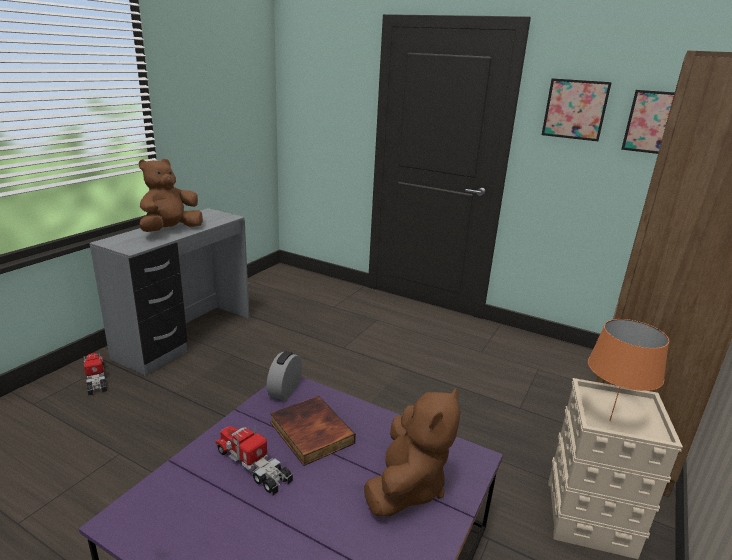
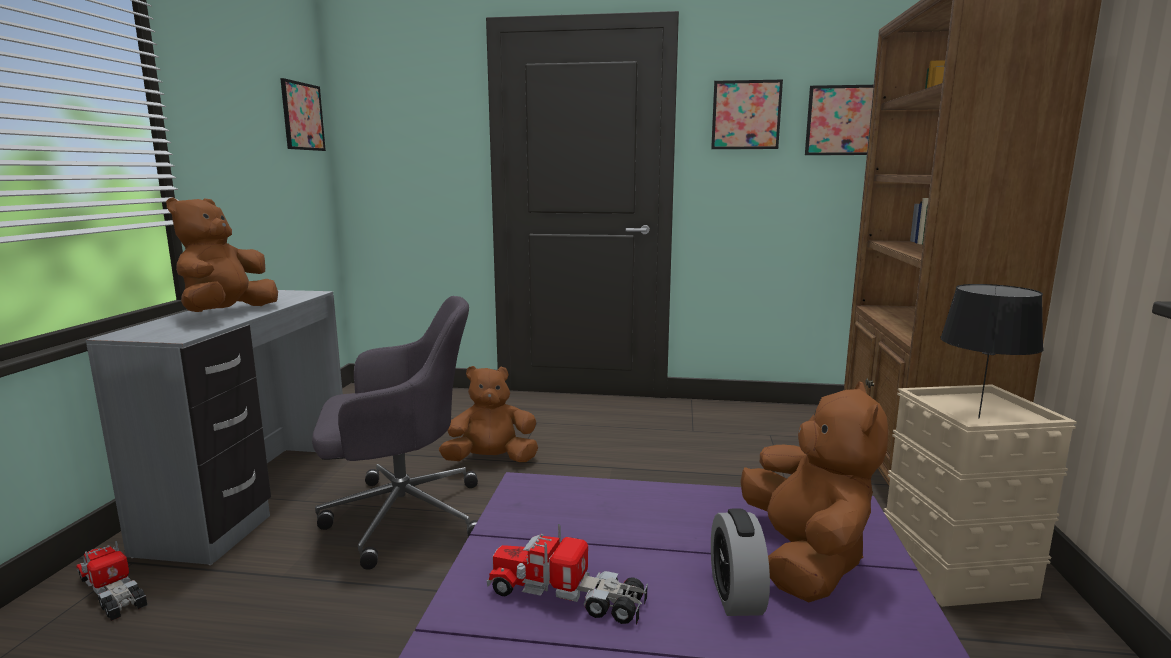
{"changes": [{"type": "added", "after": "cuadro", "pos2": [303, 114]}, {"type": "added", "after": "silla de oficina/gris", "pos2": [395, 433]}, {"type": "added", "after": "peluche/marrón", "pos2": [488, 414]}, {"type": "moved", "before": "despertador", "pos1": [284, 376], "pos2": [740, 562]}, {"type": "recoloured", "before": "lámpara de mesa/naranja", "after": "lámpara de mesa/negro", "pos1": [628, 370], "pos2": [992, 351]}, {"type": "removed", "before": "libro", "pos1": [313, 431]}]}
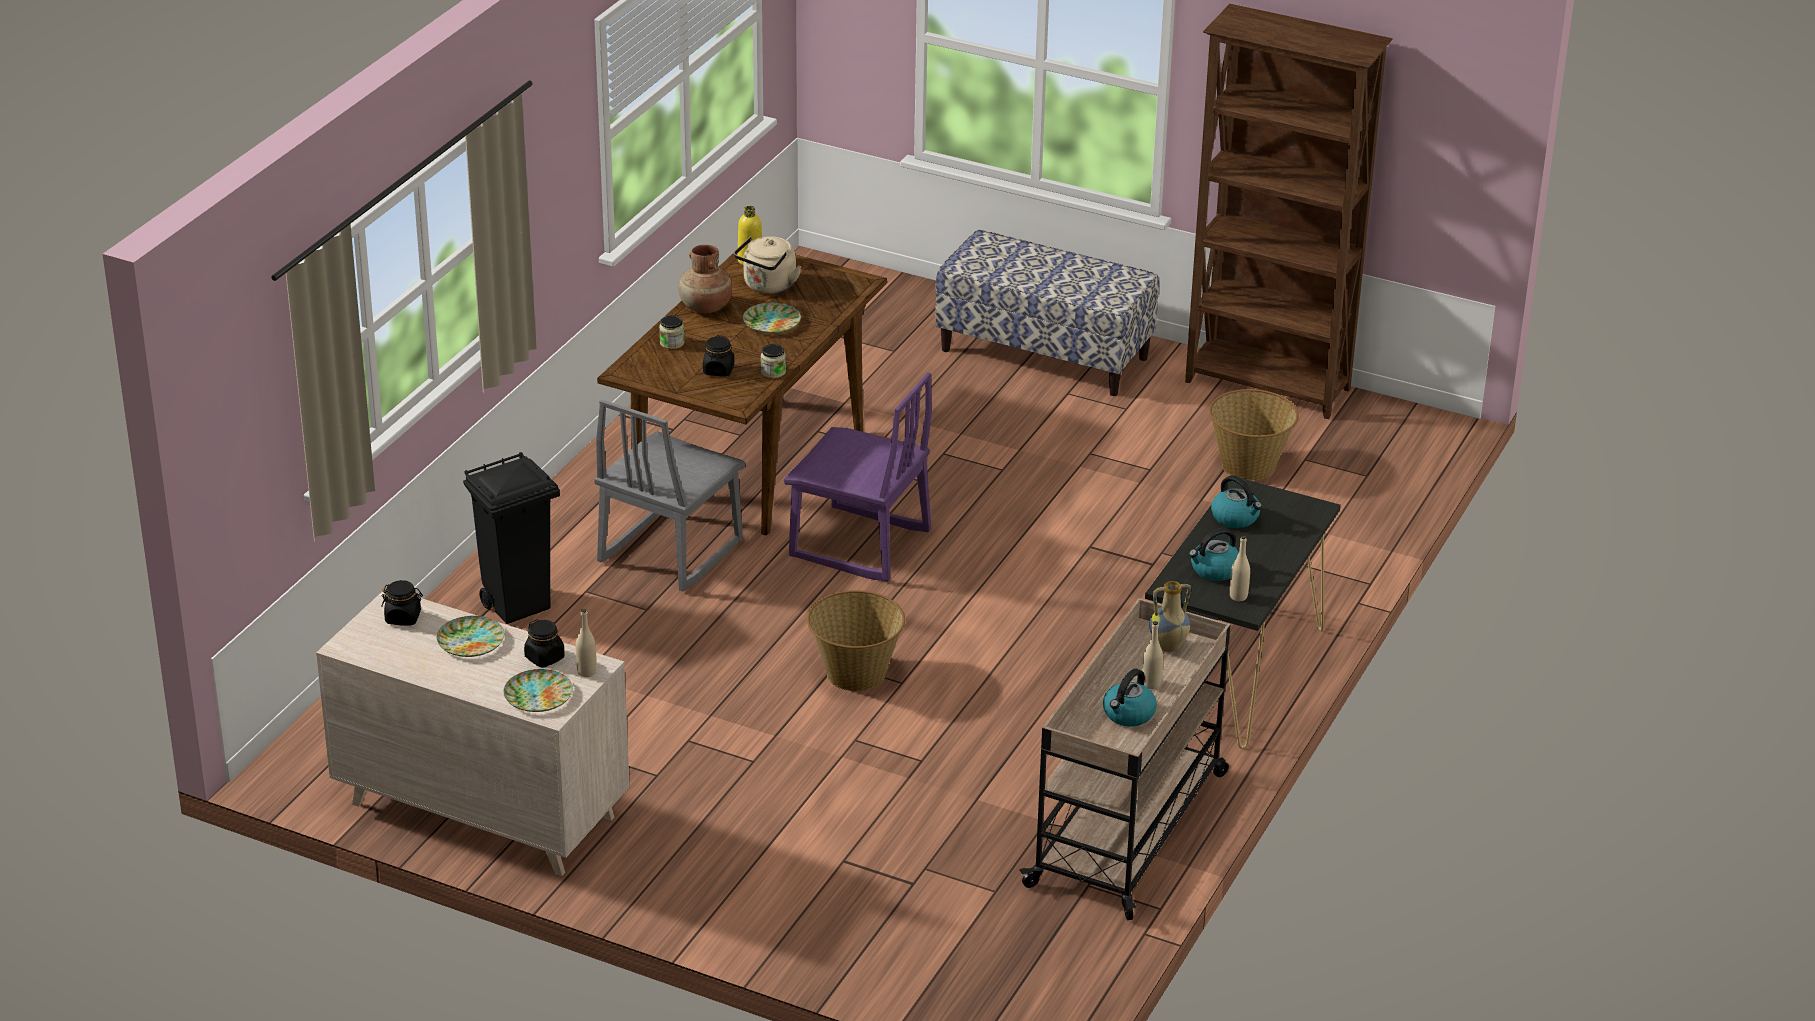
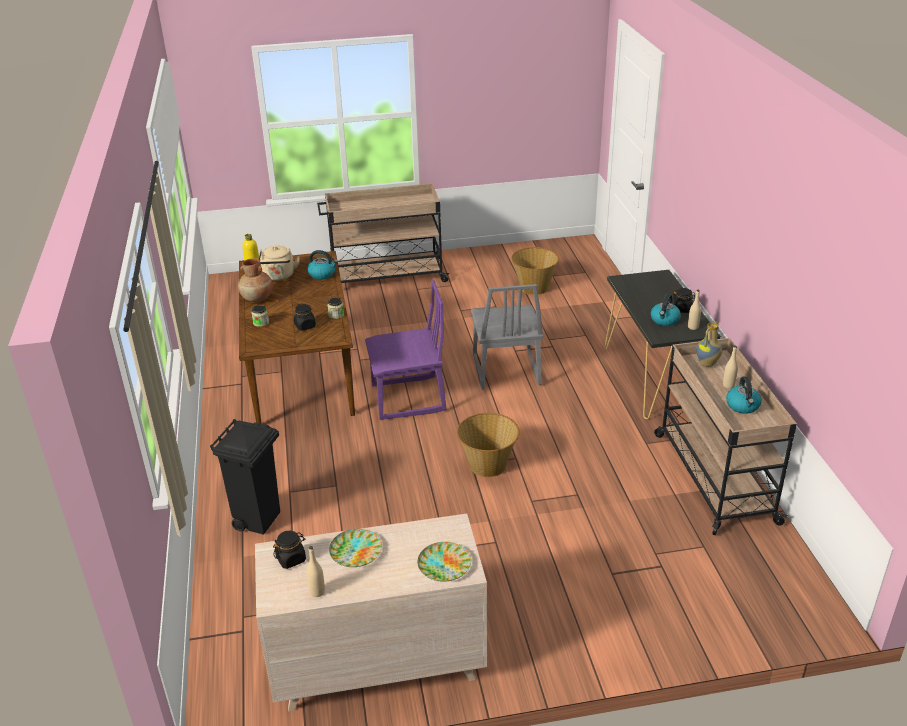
{"changes": [{"type": "moved", "before": "botella/beis", "pos1": [586, 643], "pos2": [315, 571]}, {"type": "moved", "before": "hervidor", "pos1": [1236, 501], "pos2": [322, 264]}, {"type": "replaced", "before": "banco", "after": "carrito/beis", "pos1": [1047, 313], "pos2": [383, 233]}, {"type": "moved", "before": "silla/gris", "pos1": [669, 495], "pos2": [507, 337]}, {"type": "moved", "before": "tarro/negro", "pos1": [544, 643], "pos2": [684, 300]}, {"type": "removed", "before": "plato", "pos1": [772, 317]}, {"type": "removed", "before": "estantería/marrón", "pos1": [1289, 211]}]}
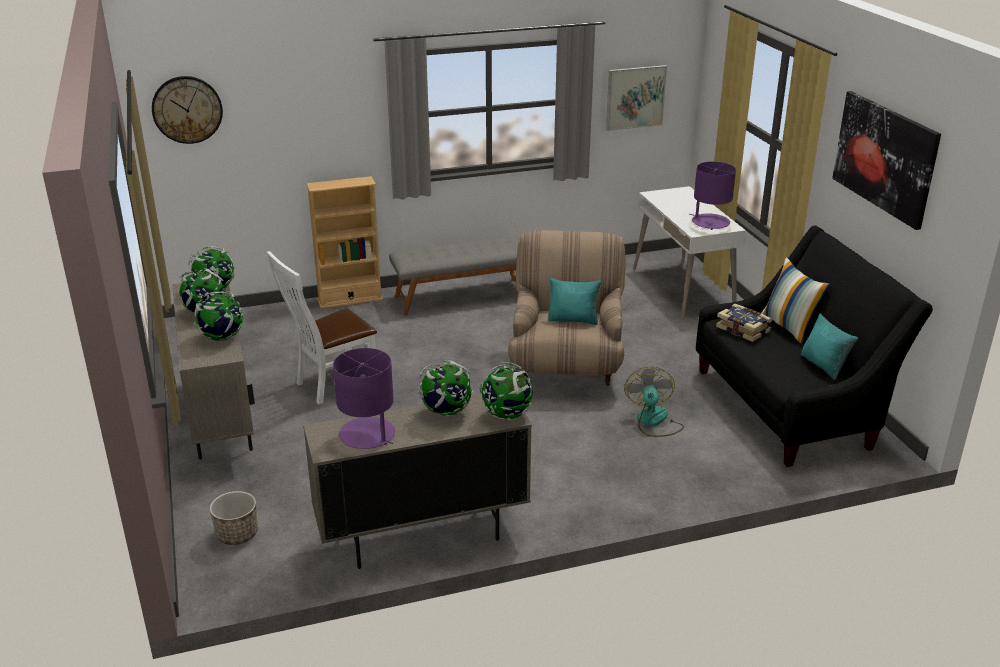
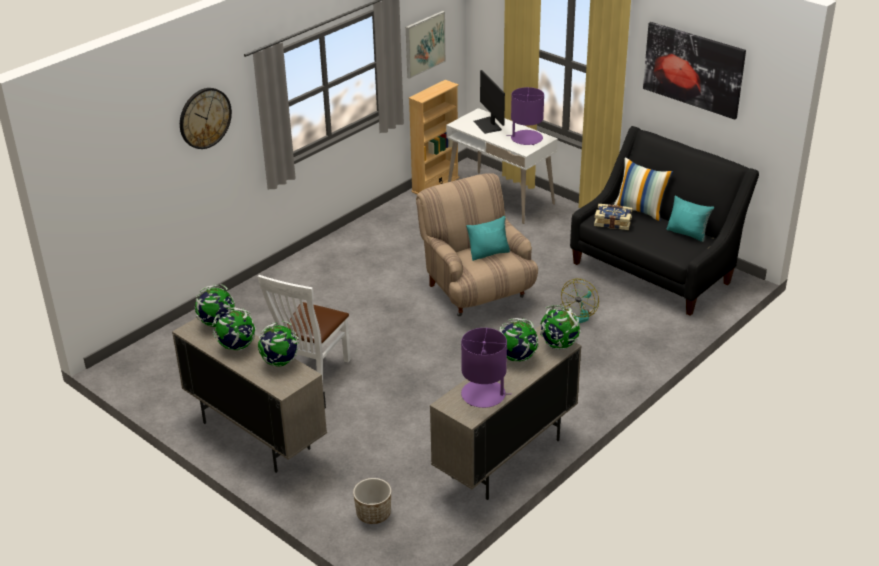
{"changes": [{"type": "moved", "before": "reloj de pared", "pos1": [187, 110], "pos2": [206, 118]}, {"type": "moved", "before": "estantería/beis", "pos1": [344, 242], "pos2": [433, 137]}, {"type": "added", "after": "monitor", "pos2": [489, 102]}, {"type": "turned", "before": "ventilador", "pos1": [654, 402], "pos2": [579, 301], "turn": -120}, {"type": "removed", "before": "banco/gris", "pos1": [454, 276]}]}
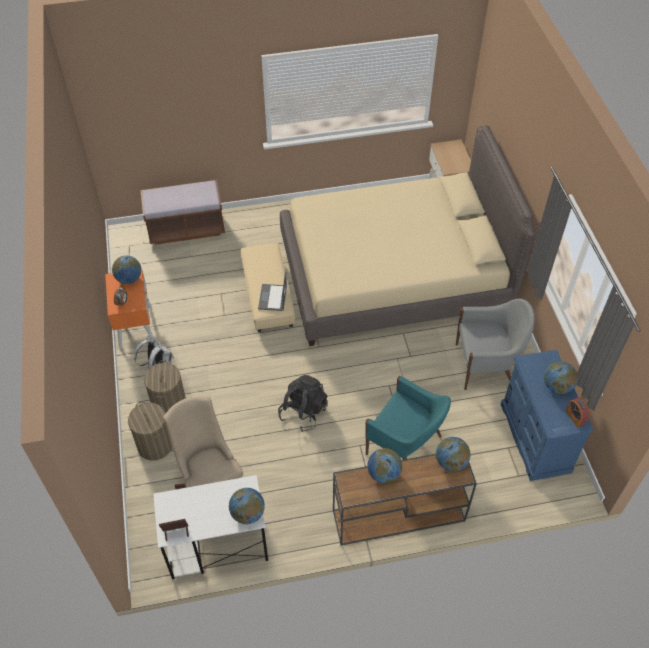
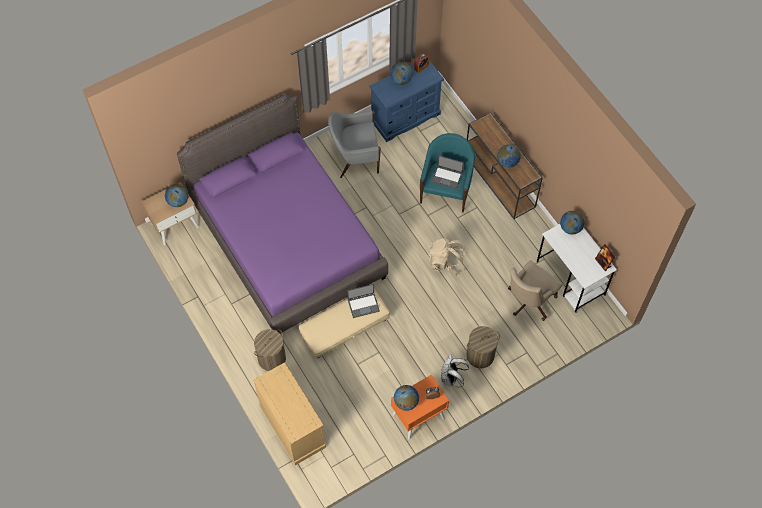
{"changes": [{"type": "moved", "before": "globo terráqueo", "pos1": [453, 454], "pos2": [176, 195]}, {"type": "recoloured", "before": "cama/beis", "after": "cama/morado", "pos1": [408, 235], "pos2": [282, 214]}, {"type": "replaced", "before": "banco/marrón", "after": "cómoda/beis", "pos1": [183, 212], "pos2": [289, 413]}, {"type": "moved", "before": "cesto de la ropa", "pos1": [150, 431], "pos2": [270, 350]}, {"type": "turned", "before": "sillón/gris", "pos1": [495, 344], "pos2": [354, 144], "turn": -75}, {"type": "recoloured", "before": "mochila/negro", "after": "mochila/beis", "pos1": [303, 403], "pos2": [447, 256]}, {"type": "added", "after": "portátil", "pos2": [447, 172]}]}
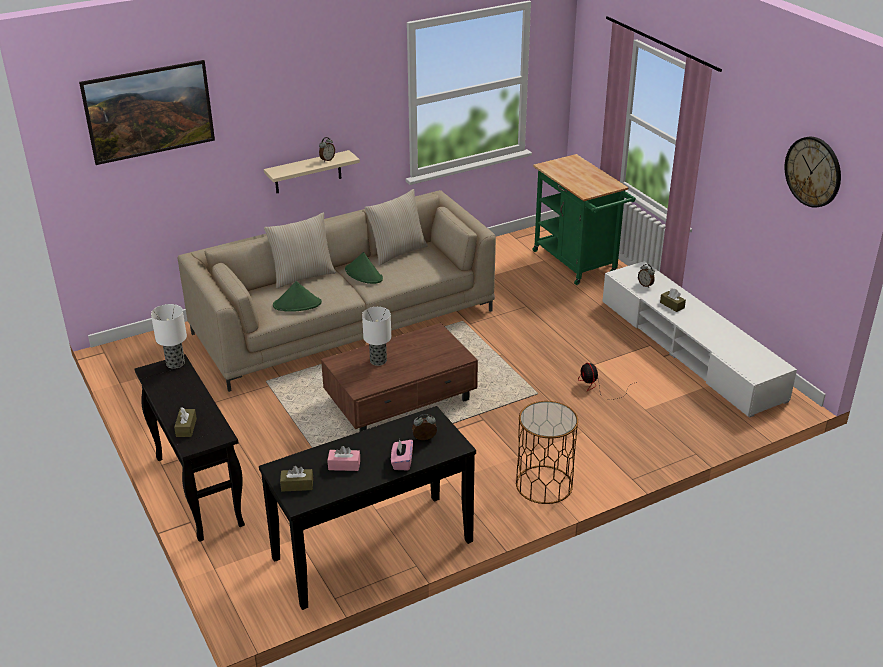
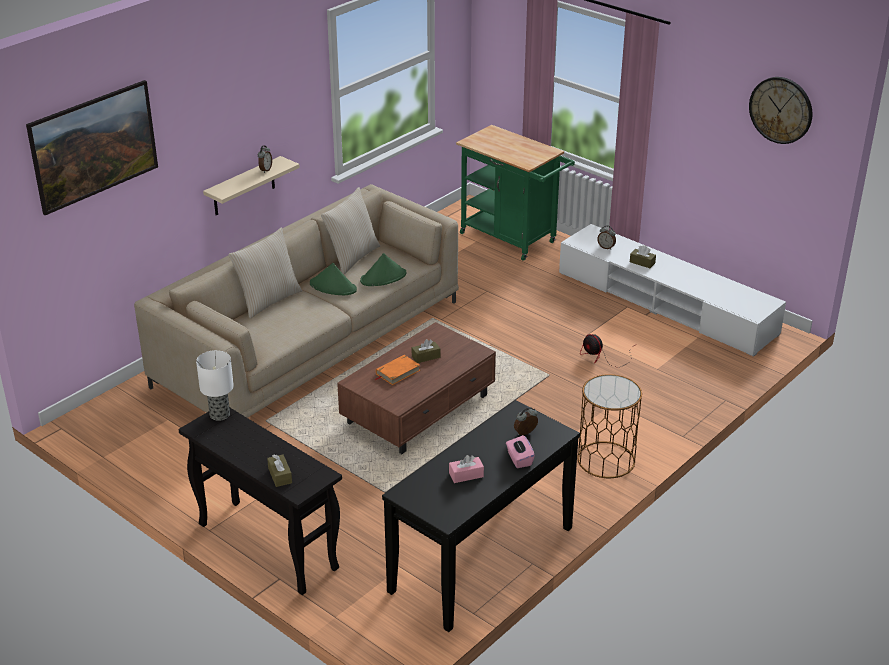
{"changes": [{"type": "moved", "before": "sombrero/verde", "pos1": [297, 296], "pos2": [383, 269]}, {"type": "replaced", "before": "lámpara de mesa", "after": "libro/naranja", "pos1": [376, 336], "pos2": [397, 370]}, {"type": "moved", "before": "caja de pañuelos/marrón", "pos1": [296, 479], "pos2": [426, 351]}]}
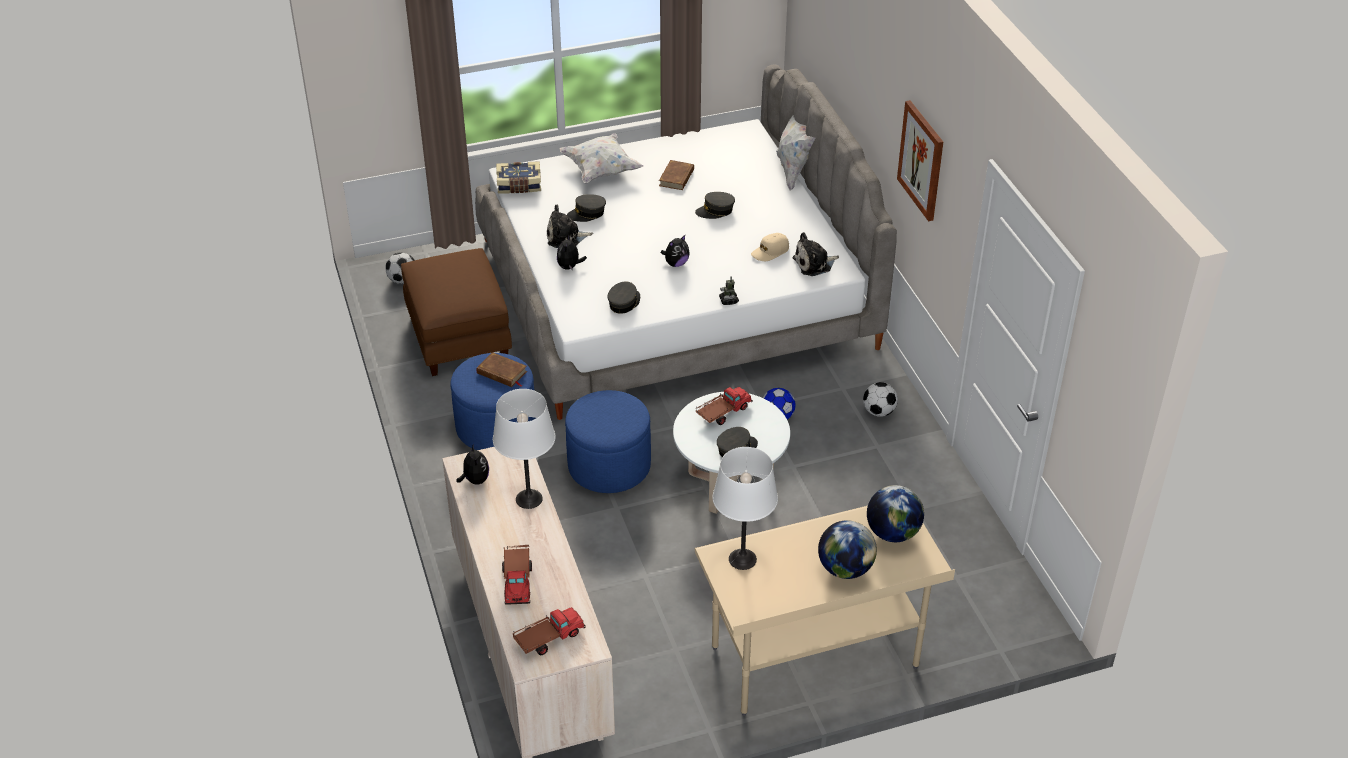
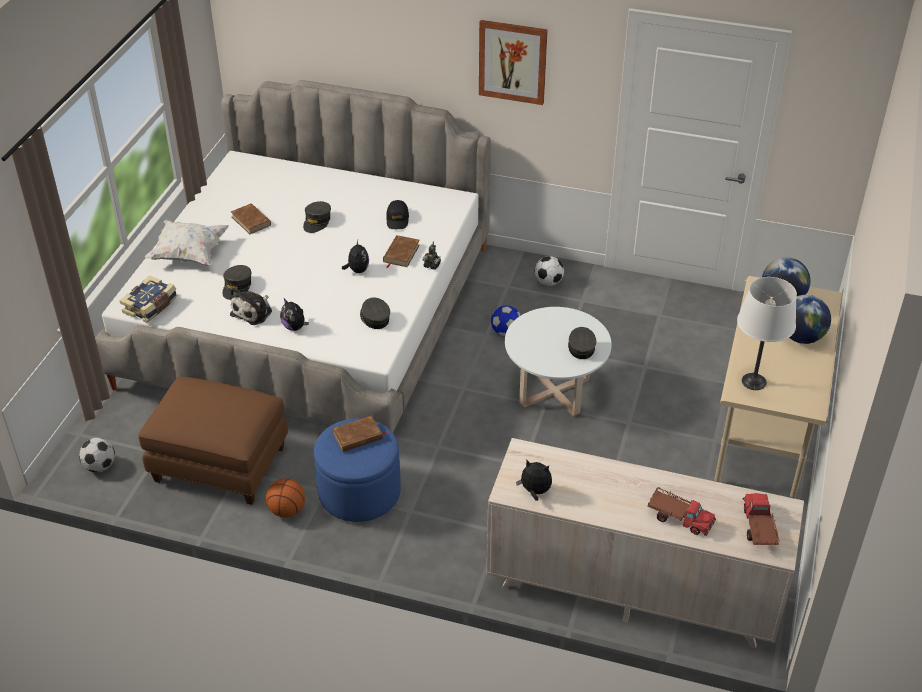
{"changes": [{"type": "added", "after": "balón de baloncesto", "pos2": [285, 498]}, {"type": "added", "after": "libro/marrón", "pos2": [401, 251]}, {"type": "recoloured", "before": "gorra/beis", "after": "gorra/negro", "pos1": [770, 247], "pos2": [397, 214]}, {"type": "removed", "before": "lámpara de mesa/blanco", "pos1": [524, 449]}, {"type": "removed", "before": "puf/azul", "pos1": [608, 441]}, {"type": "removed", "before": "camión de juguete", "pos1": [724, 406]}, {"type": "removed", "before": "cojín/blanco", "pos1": [795, 152]}, {"type": "removed", "before": "peluche", "pos1": [816, 254]}]}
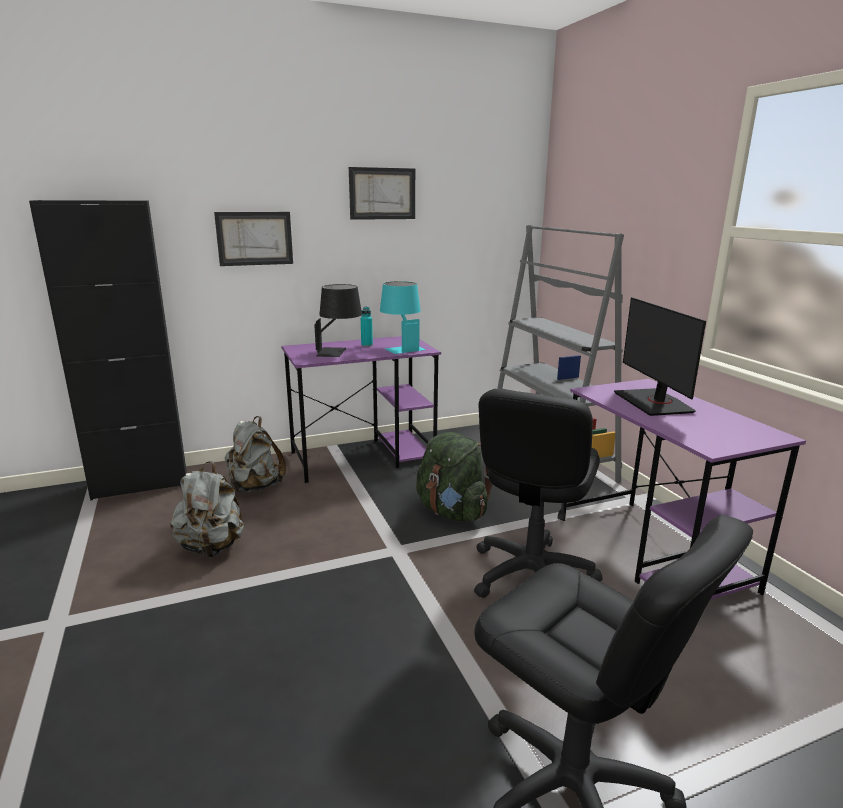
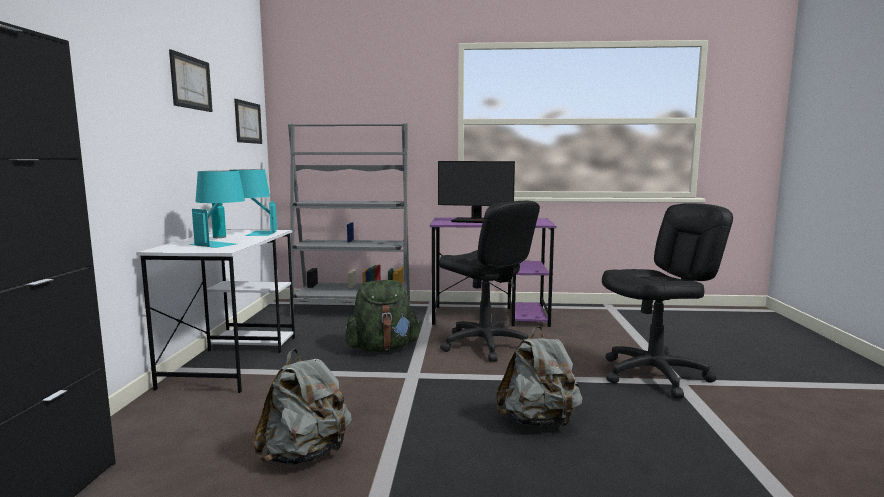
{"changes": [{"type": "recoloured", "before": "escritorio/morado", "after": "escritorio/blanco", "pos1": [361, 409], "pos2": [215, 311]}, {"type": "recoloured", "before": "lámpara de mesa/negro", "after": "lámpara de mesa/turquesa", "pos1": [338, 320], "pos2": [217, 209]}, {"type": "moved", "before": "cuadro", "pos1": [253, 239], "pos2": [248, 121]}, {"type": "moved", "before": "mochila/gris", "pos1": [255, 454], "pos2": [539, 376]}]}
